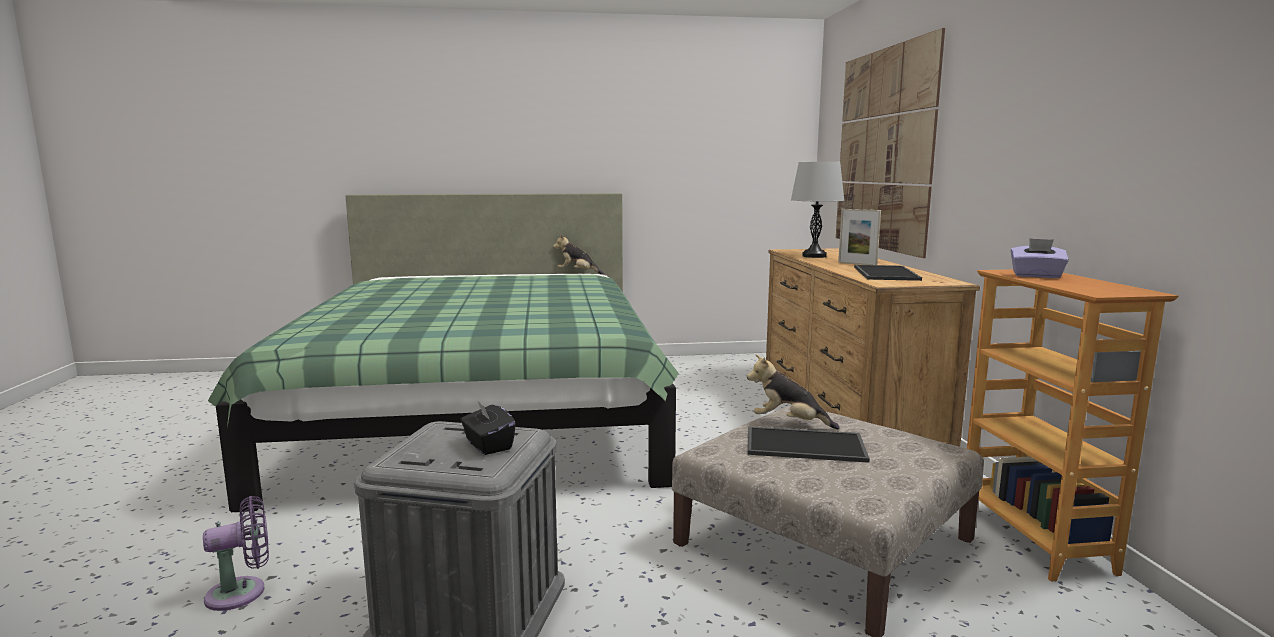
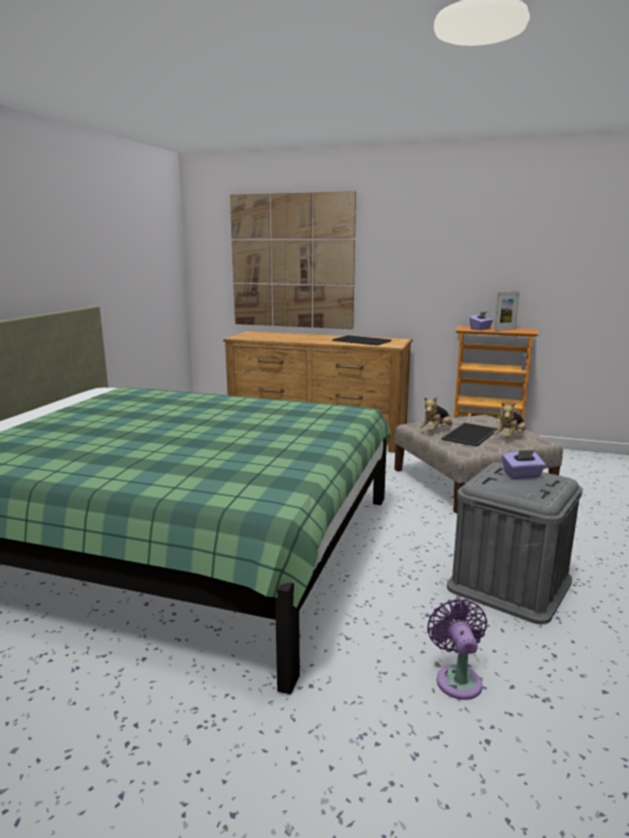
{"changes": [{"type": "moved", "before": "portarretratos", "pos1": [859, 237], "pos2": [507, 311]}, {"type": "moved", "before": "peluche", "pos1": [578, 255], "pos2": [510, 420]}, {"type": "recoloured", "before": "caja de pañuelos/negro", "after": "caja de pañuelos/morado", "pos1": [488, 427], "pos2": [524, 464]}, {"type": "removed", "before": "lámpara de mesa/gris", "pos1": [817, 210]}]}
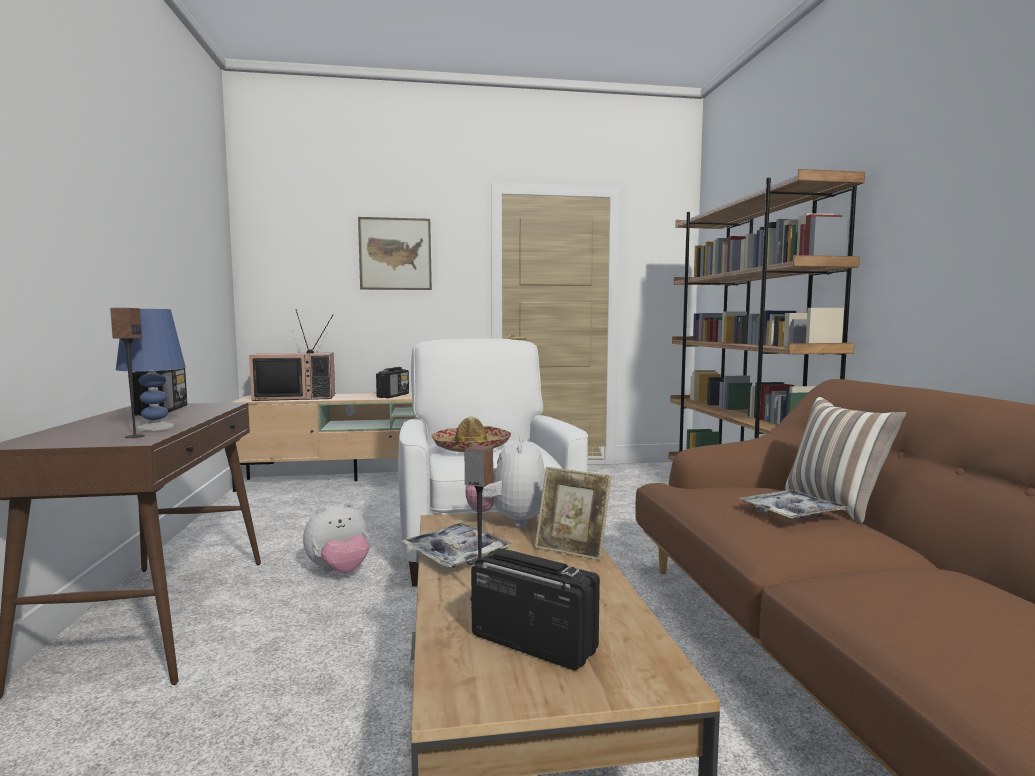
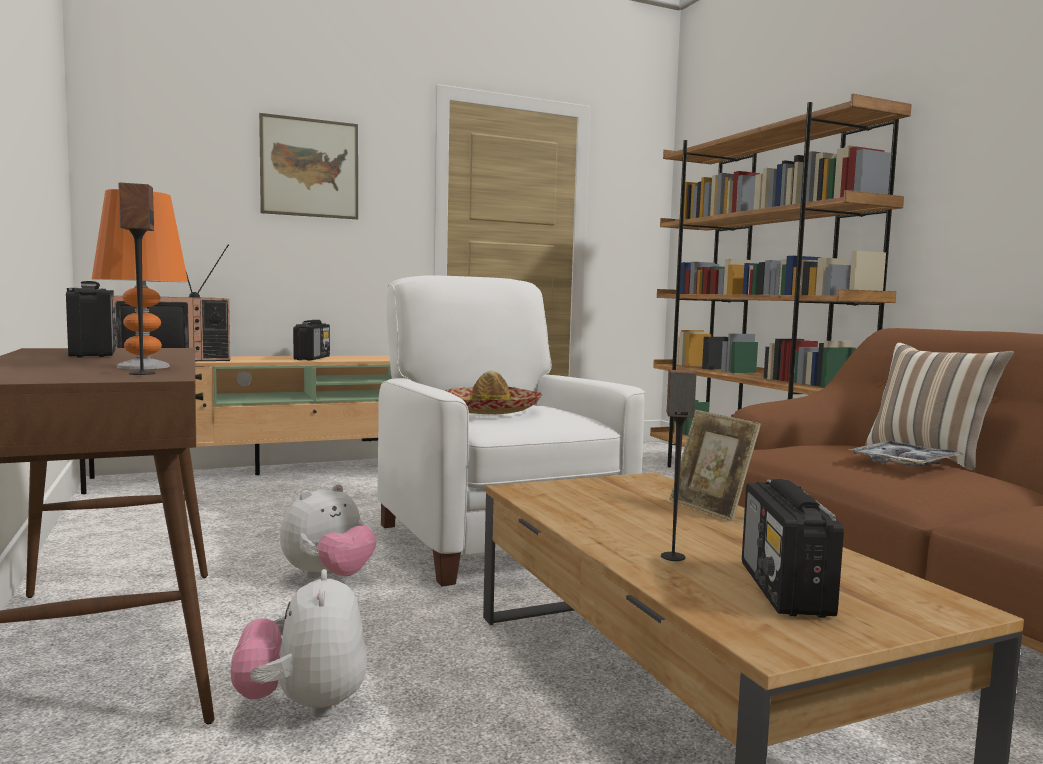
{"changes": [{"type": "recoloured", "before": "lámpara de mesa/azul", "after": "lámpara de mesa/naranja", "pos1": [151, 370], "pos2": [140, 279]}, {"type": "moved", "before": "peluche", "pos1": [505, 482], "pos2": [299, 643]}, {"type": "turned", "before": "portarretratos", "pos1": [573, 514], "pos2": [715, 466], "turn": 45}, {"type": "turned", "before": "radio", "pos1": [535, 609], "pos2": [793, 548], "turn": -105}, {"type": "removed", "before": "bandeja", "pos1": [458, 545]}]}
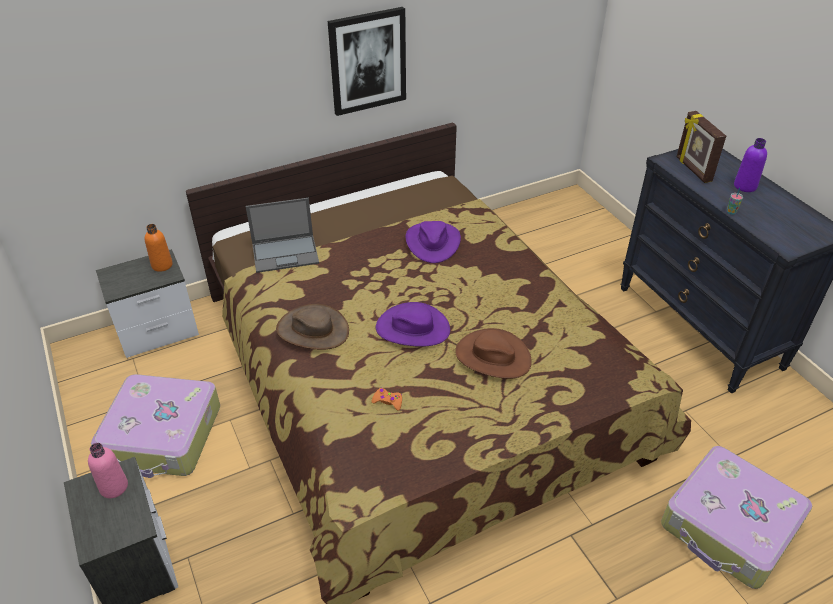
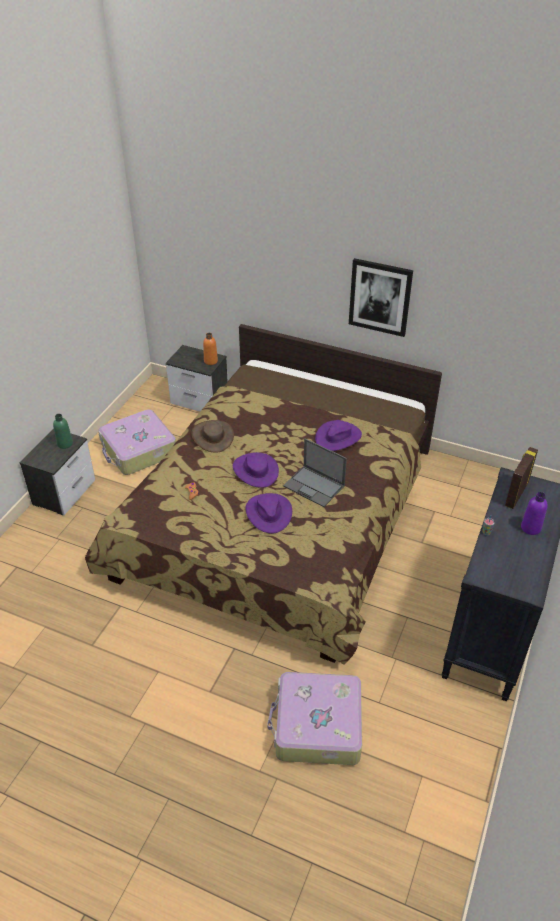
{"changes": [{"type": "recoloured", "before": "botella/rosa", "after": "botella/verde", "pos1": [108, 470], "pos2": [63, 431]}, {"type": "recoloured", "before": "sombrero/marrón", "after": "sombrero/morado", "pos1": [493, 353], "pos2": [268, 513]}, {"type": "moved", "before": "portátil", "pos1": [282, 235], "pos2": [315, 472]}]}
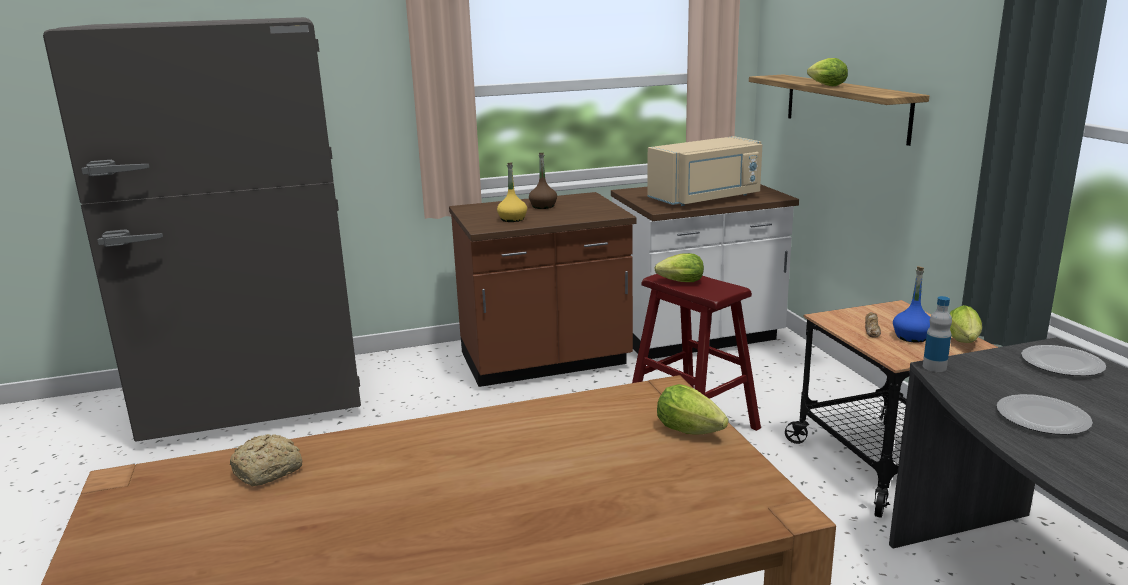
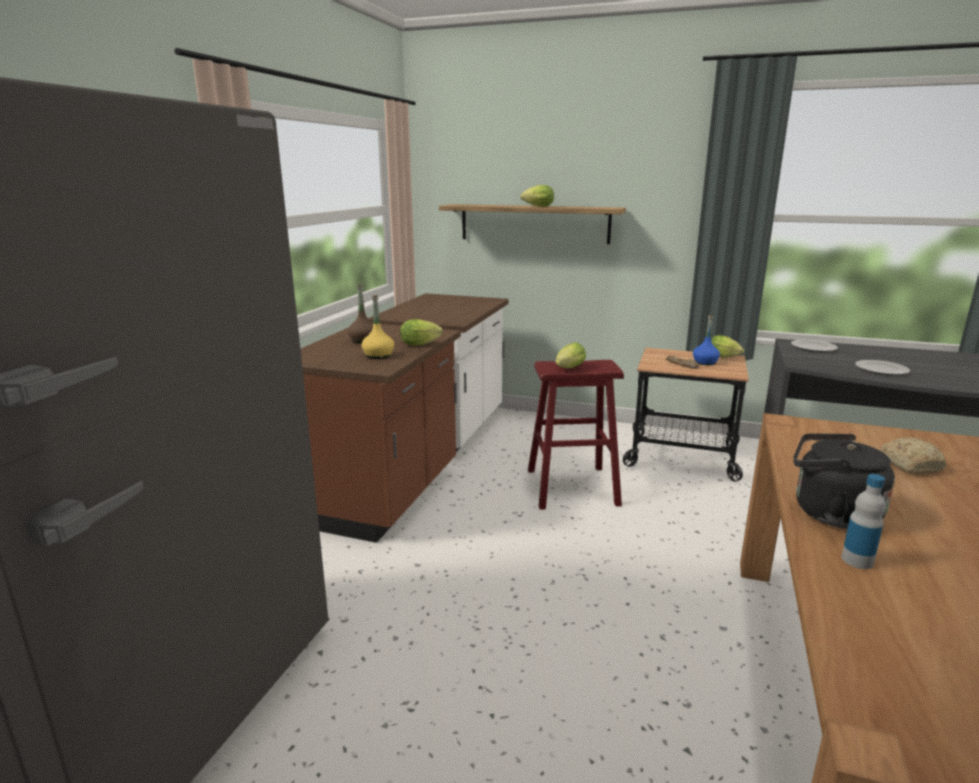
{"changes": [{"type": "moved", "before": "lechuga", "pos1": [692, 409], "pos2": [421, 332]}, {"type": "added", "after": "hervidor/negro", "pos2": [844, 481]}, {"type": "moved", "before": "botella", "pos1": [937, 334], "pos2": [863, 521]}, {"type": "moved", "before": "pan", "pos1": [266, 460], "pos2": [912, 455]}, {"type": "removed", "before": "microondas/beis", "pos1": [704, 171]}]}
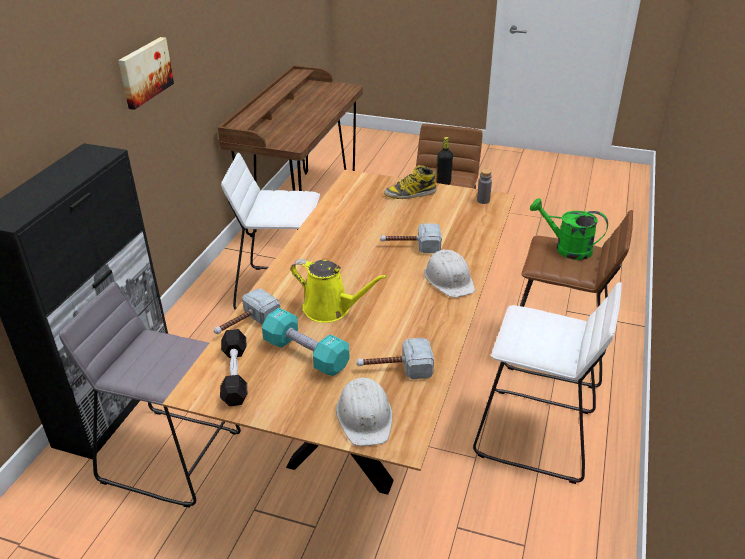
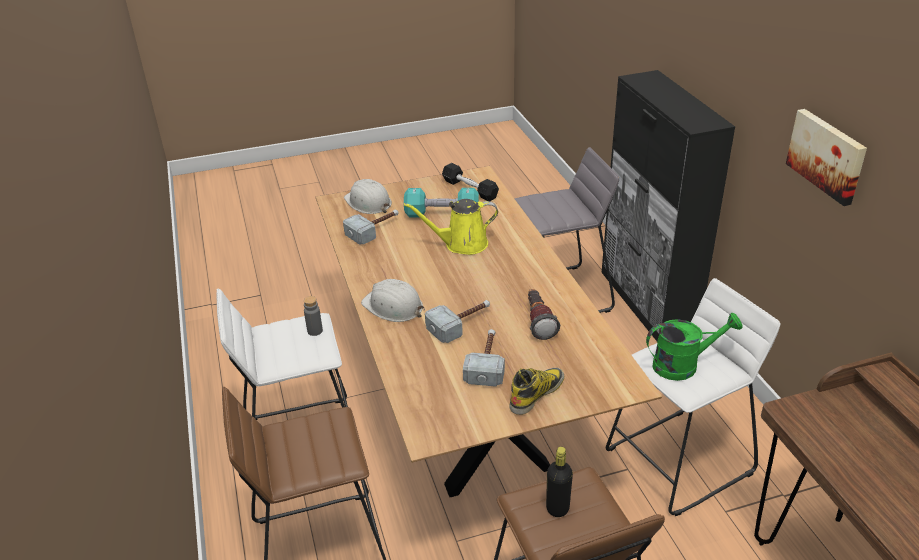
{"changes": [{"type": "moved", "before": "botella/gris", "pos1": [484, 186], "pos2": [313, 316]}, {"type": "moved", "before": "martillo", "pos1": [247, 311], "pos2": [484, 358]}, {"type": "added", "after": "linterna", "pos2": [544, 314]}, {"type": "moved", "before": "regadera/verde", "pos1": [569, 229], "pos2": [694, 347]}]}
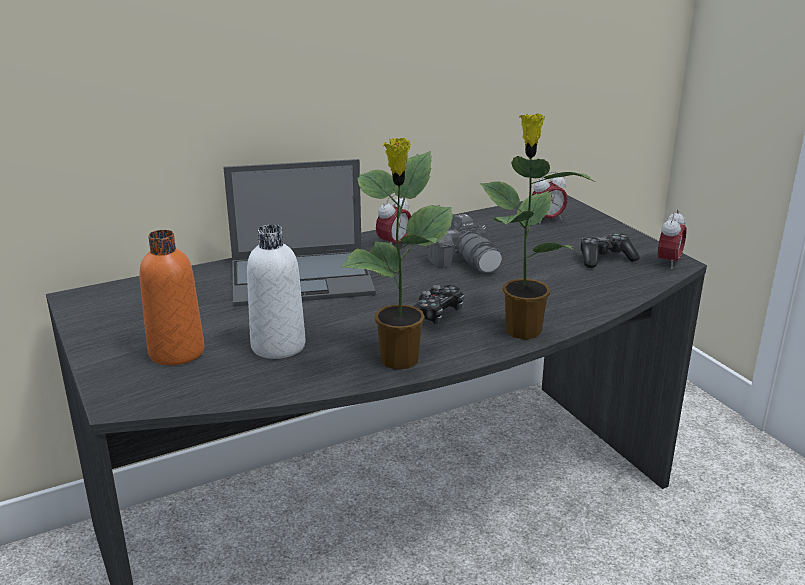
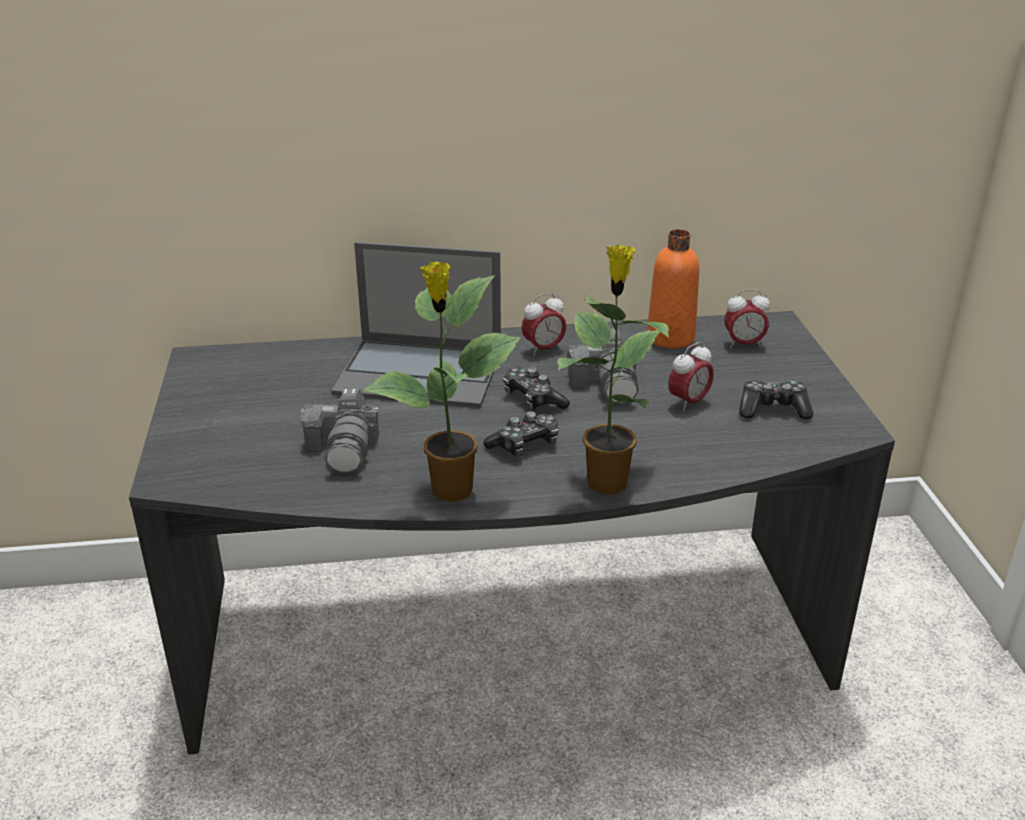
{"changes": [{"type": "replaced", "before": "botella/blanco", "after": "cámara", "pos1": [276, 292], "pos2": [339, 430]}, {"type": "added", "after": "mando de consola", "pos2": [536, 388]}, {"type": "moved", "before": "botella/naranja", "pos1": [171, 297], "pos2": [673, 289]}, {"type": "moved", "before": "despertador", "pos1": [672, 239], "pos2": [691, 377]}]}
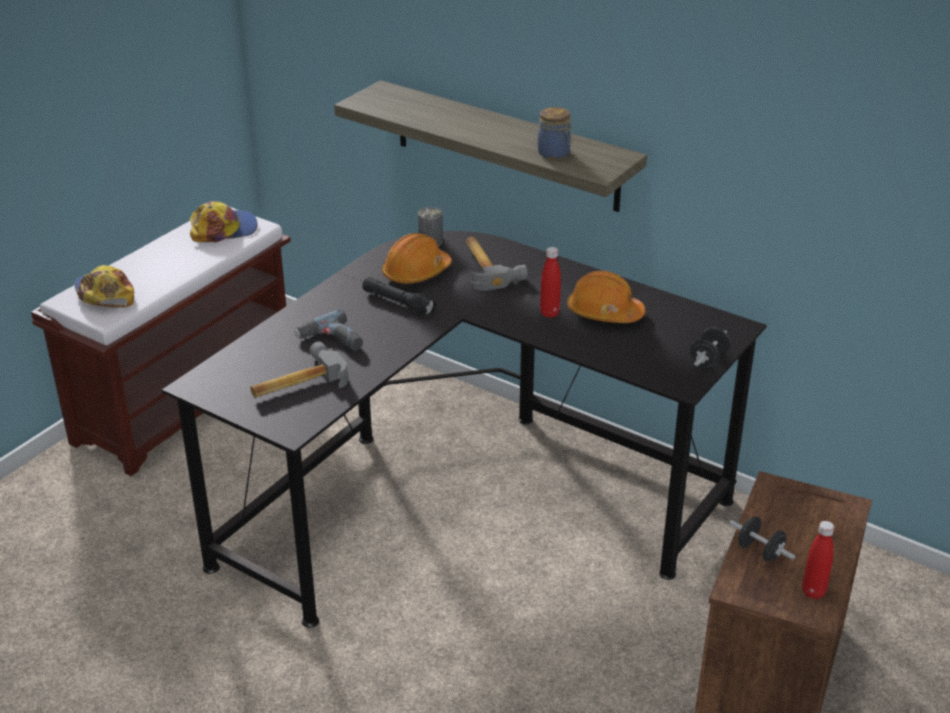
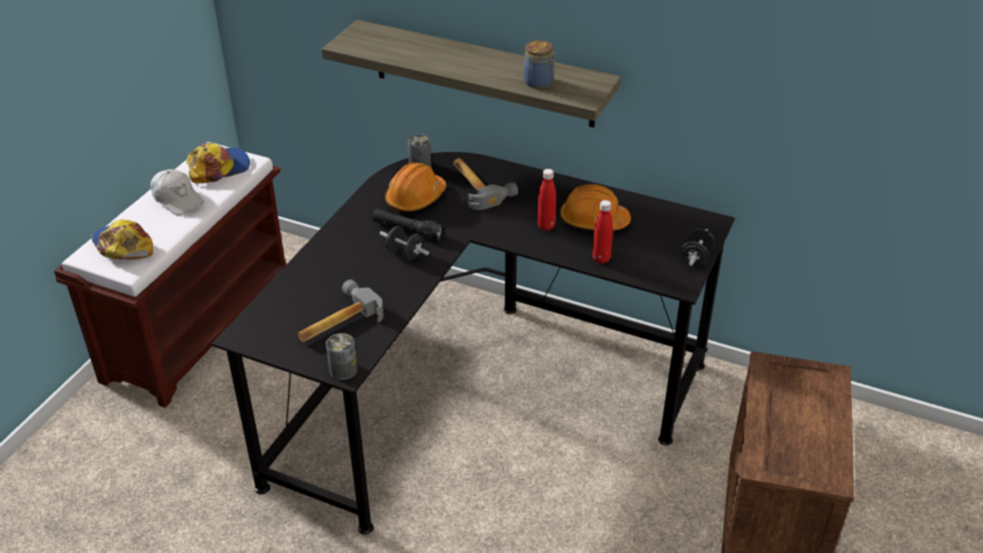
{"changes": [{"type": "added", "after": "gorra/blanco", "pos2": [177, 192]}, {"type": "added", "after": "lata", "pos2": [342, 356]}, {"type": "moved", "before": "mancuerna/negro", "pos1": [762, 539], "pos2": [404, 243]}, {"type": "moved", "before": "botella/rojo", "pos1": [818, 560], "pos2": [602, 232]}, {"type": "removed", "before": "taladro", "pos1": [328, 330]}]}
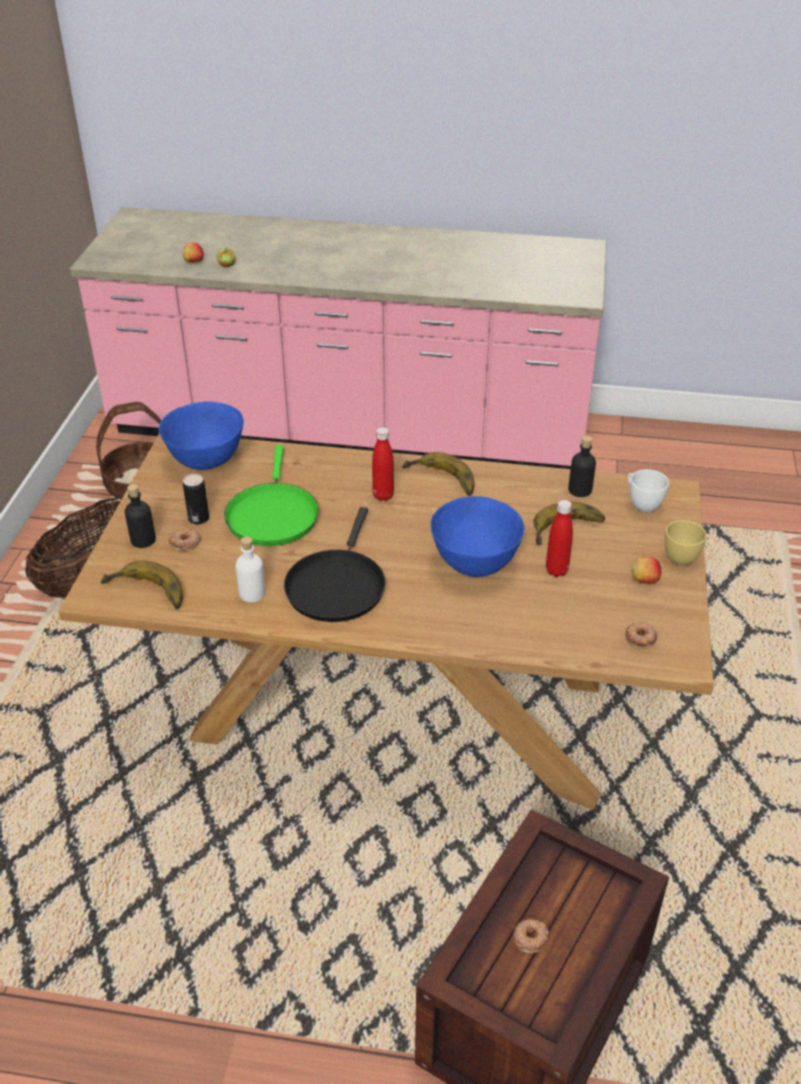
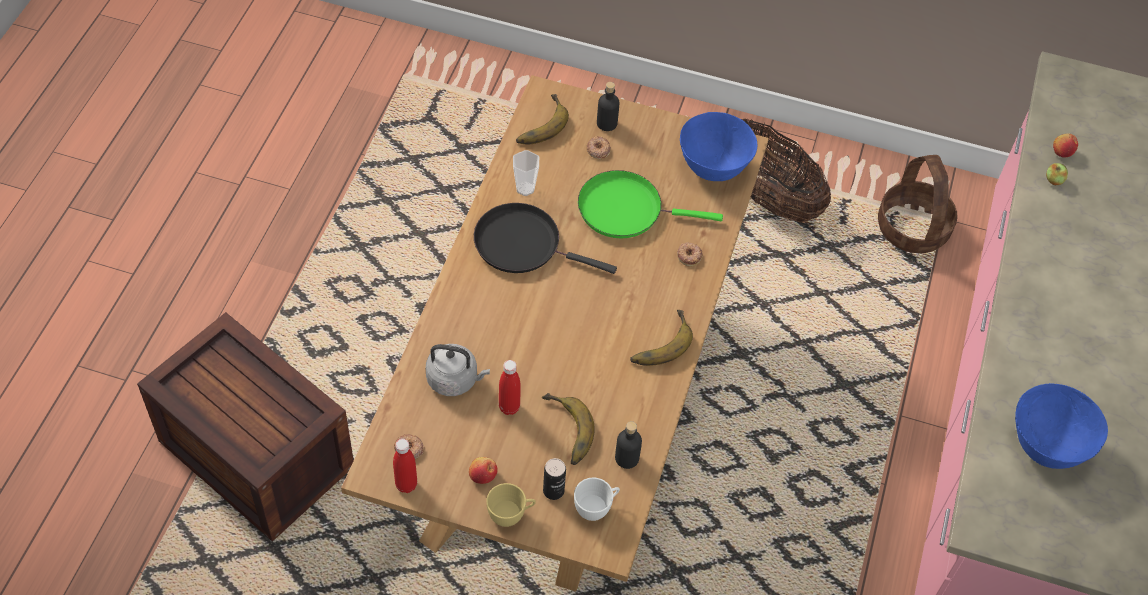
{"changes": [{"type": "moved", "before": "botella/rojo", "pos1": [383, 464], "pos2": [405, 466]}, {"type": "added", "after": "hervidor/gris", "pos2": [458, 370]}, {"type": "replaced", "before": "botella/blanco", "after": "taza", "pos1": [250, 569], "pos2": [526, 173]}, {"type": "moved", "before": "lata", "pos1": [196, 499], "pos2": [554, 479]}, {"type": "moved", "before": "rosquilla", "pos1": [531, 935], "pos2": [690, 254]}, {"type": "moved", "before": "cuenco/azul", "pos1": [477, 536], "pos2": [1061, 426]}]}
